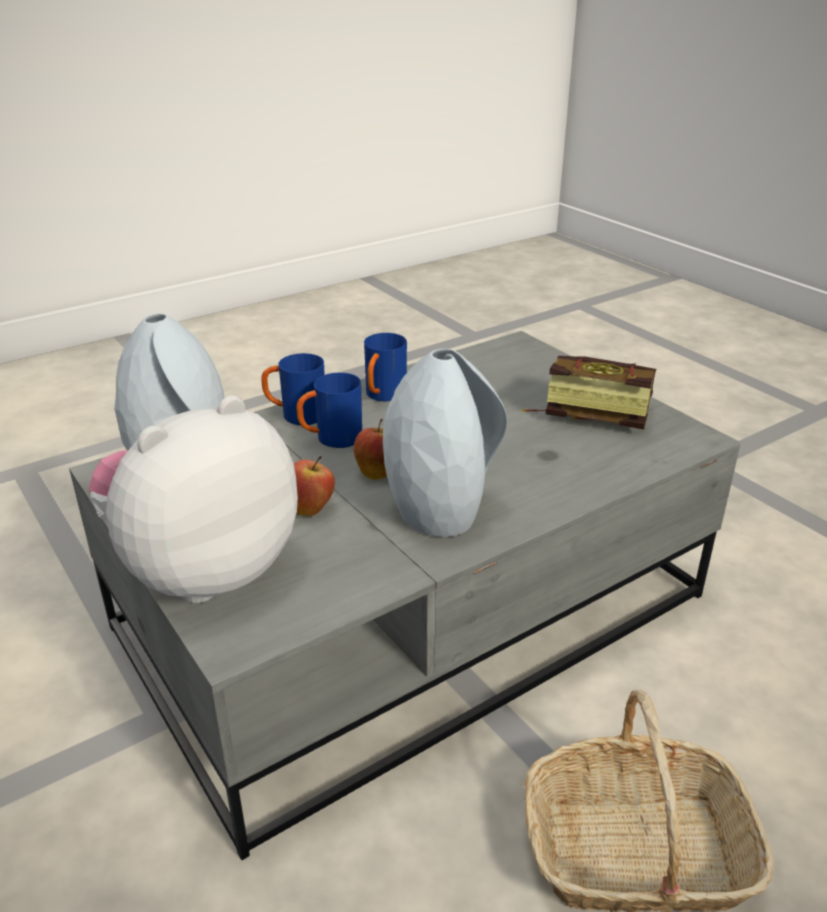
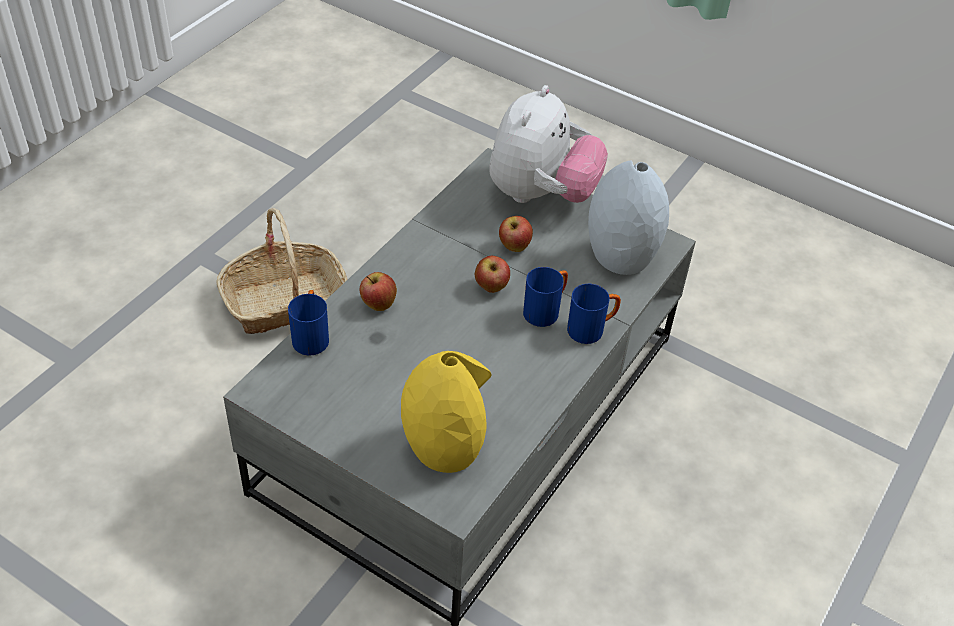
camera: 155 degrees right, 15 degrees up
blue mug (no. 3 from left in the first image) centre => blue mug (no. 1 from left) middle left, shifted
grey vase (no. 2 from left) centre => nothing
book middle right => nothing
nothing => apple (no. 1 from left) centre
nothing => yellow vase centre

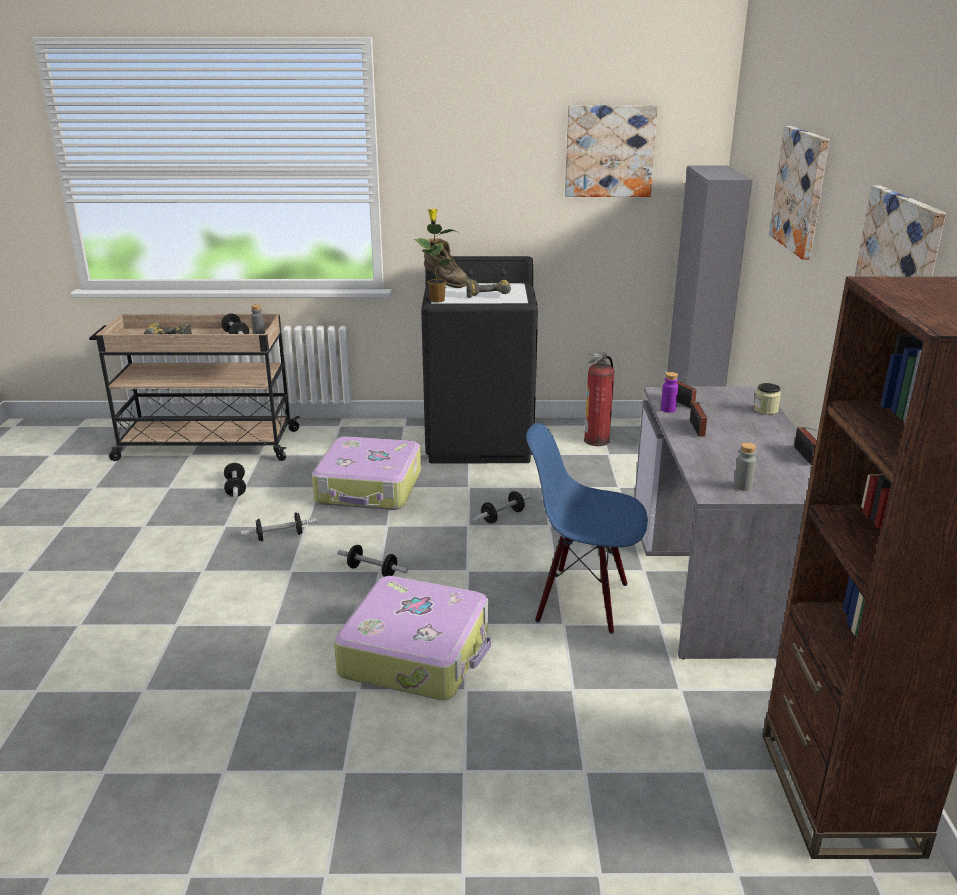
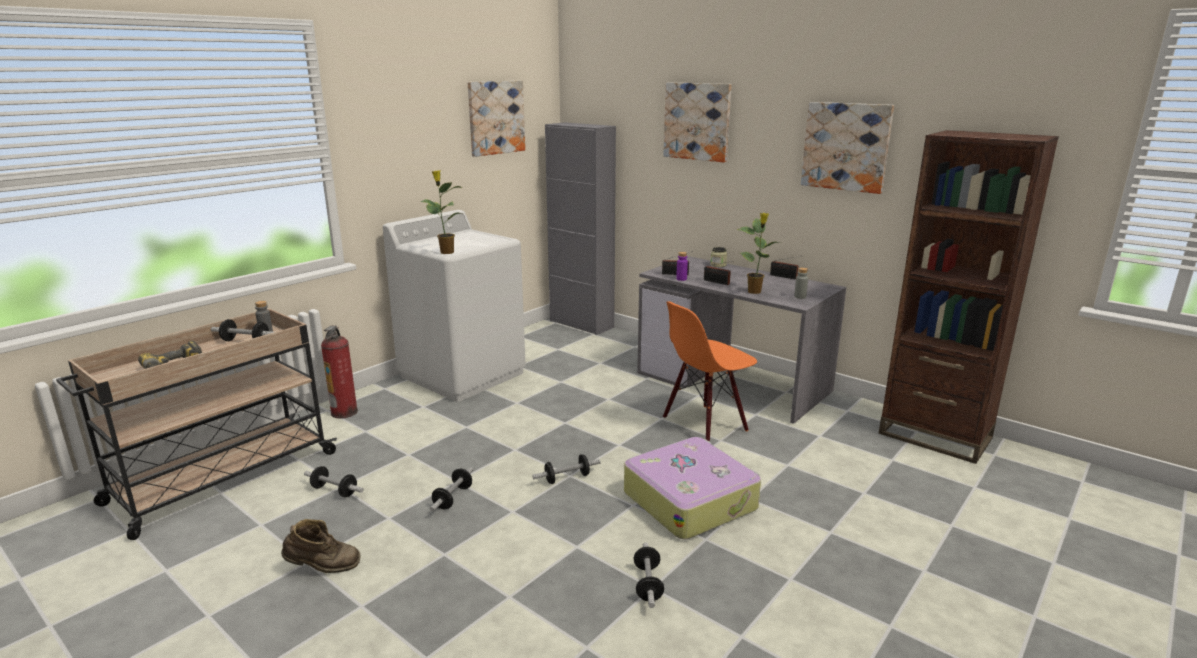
camera: 50 degrees left, 5 degrees down
suitcase (no. 1 from left) centre => nothing
black washing machine centre => white washing machine centre
brown boot top centre => brown boot bottom left, shifted
power drill (no. 2 from left) top centre => nothing
dumbbell (no. 5 from left) centre => dumbbell (no. 5 from left) bottom centre, shifted
blue chair centre => orange chair centre
fire extinguisher centre => fire extinguisher middle left, shifted
nothing => potted plant (no. 2 from left) centre

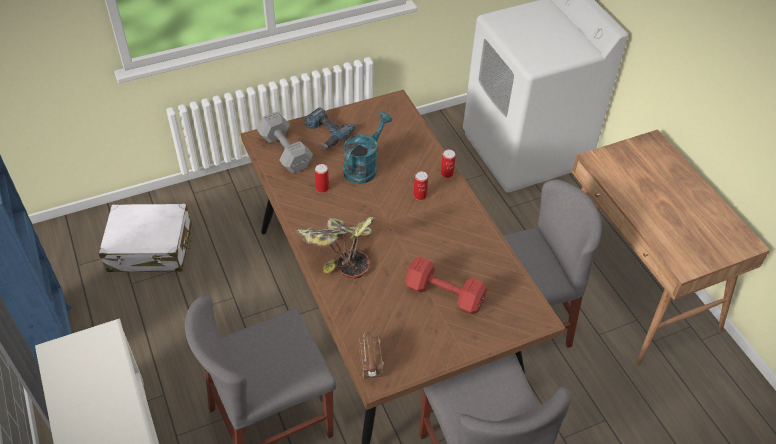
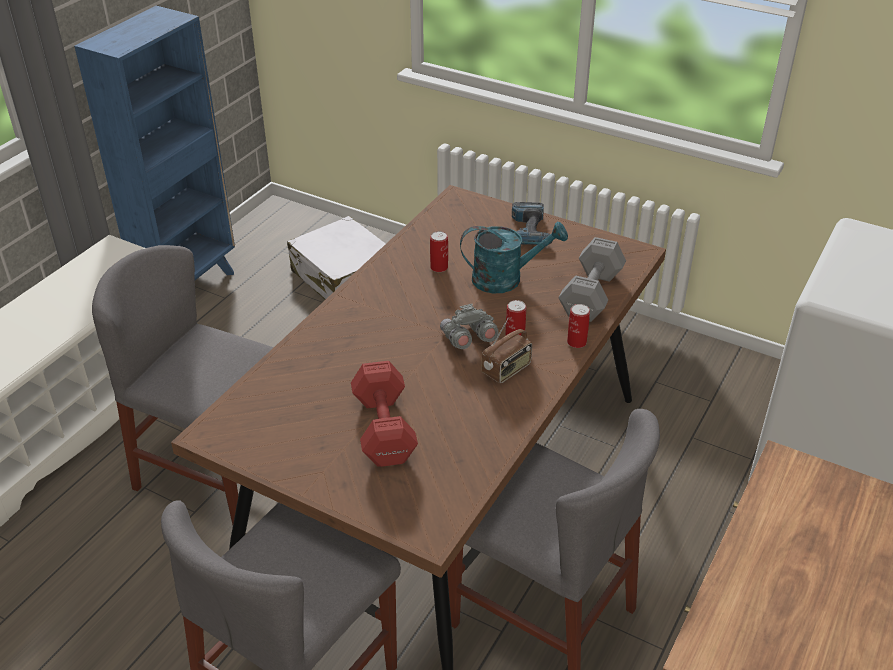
camera: 55 degrees right, 10 degrees down
grey dumbbell top centre => grey dumbbell centre, shifted
potted plant centre => nothing
radio bottom centre => radio centre, shifted
nothing => grey binoculars centre

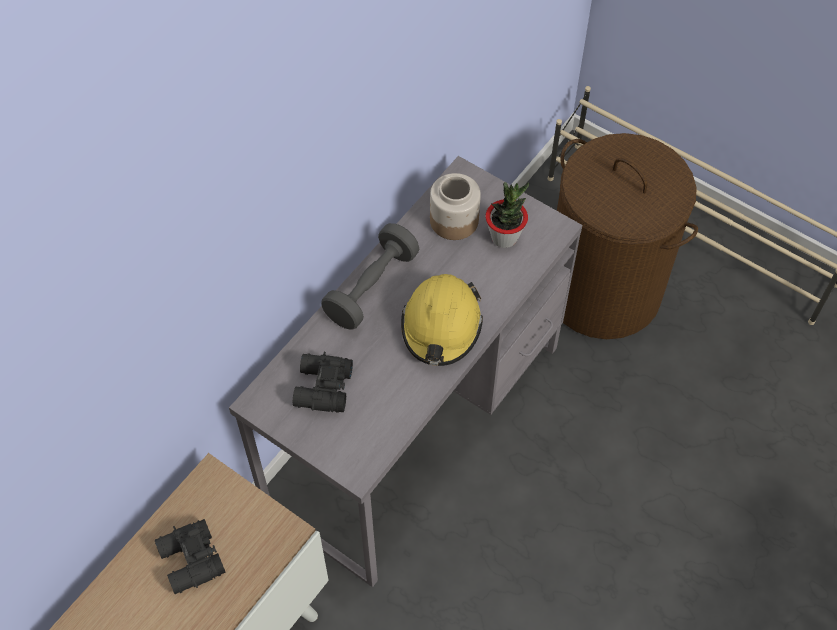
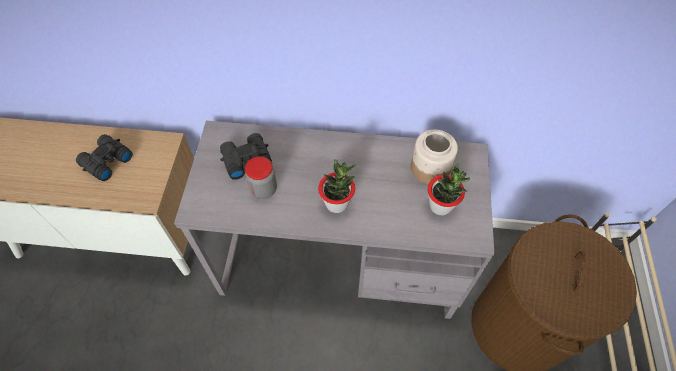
camera: 60 degrees right, 0 degrees up
grey dumbbell centre => nothing
yellow hard hat centre => potted plant (no. 1 from left) centre
nothing => jar (no. 1 from left) centre

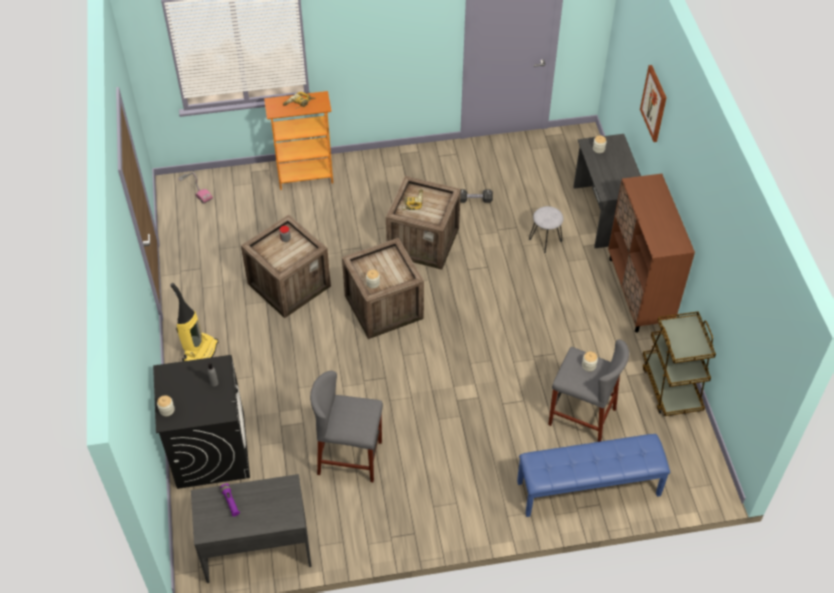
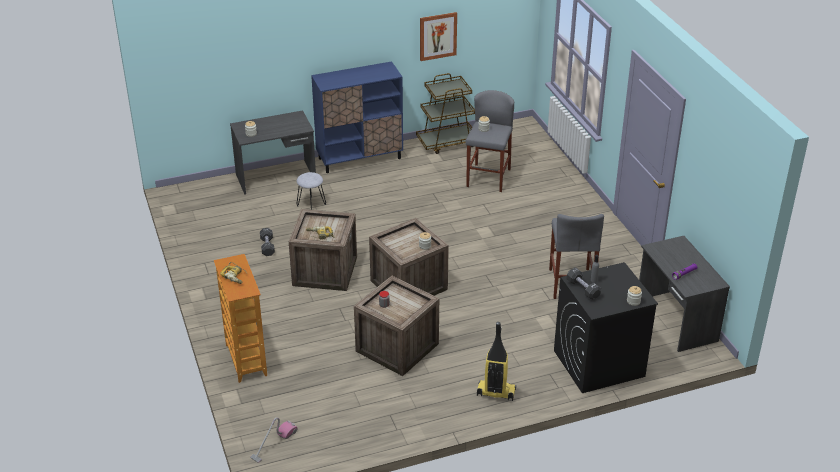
camera: 100 degrees left, 15 degrees down
blue bench bottom right => nothing
brown cabinet middle right => blue cabinet top centre
picture top right => picture top centre, shifted
nothing => black dumbbell (no. 2 from left) middle right

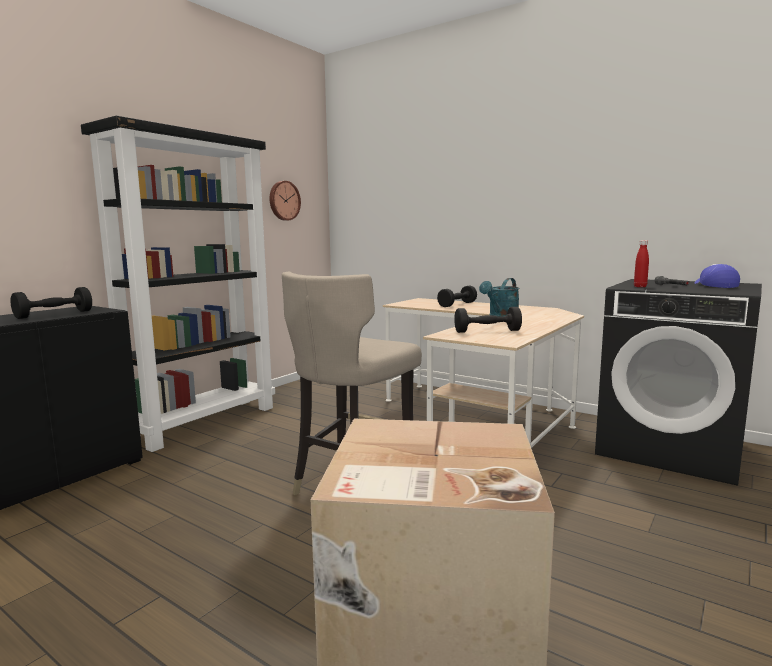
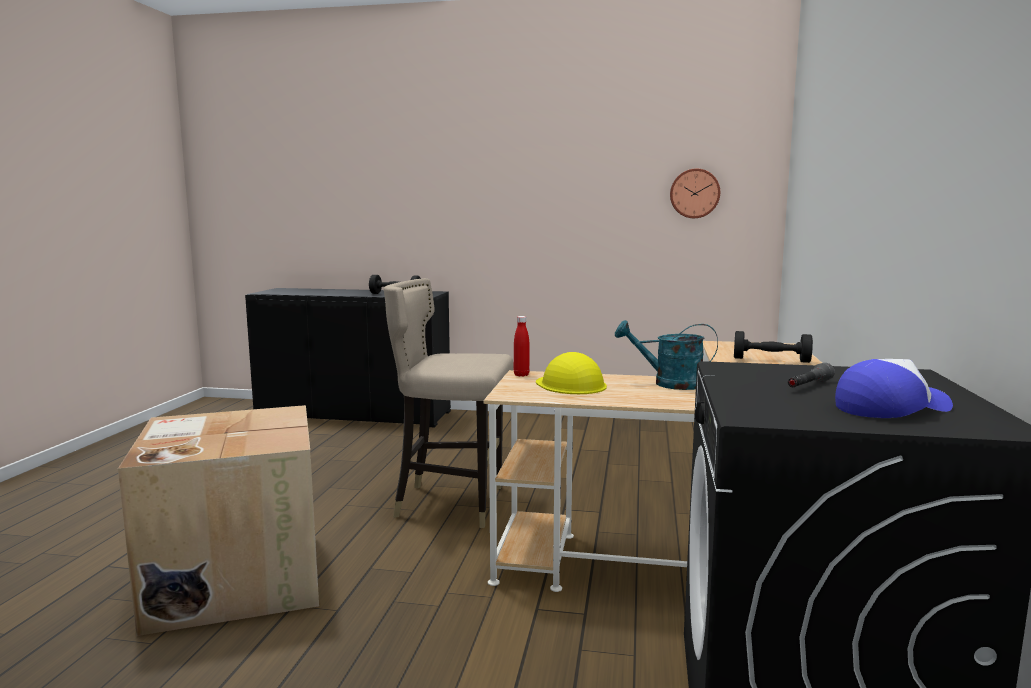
camera: 65 degrees right, 0 degrees up
black bookcase middle left => nothing
black dumbbell (no. 3 from left) centre => yellow hard hat centre
red bottle middle right => red bottle centre, shifted

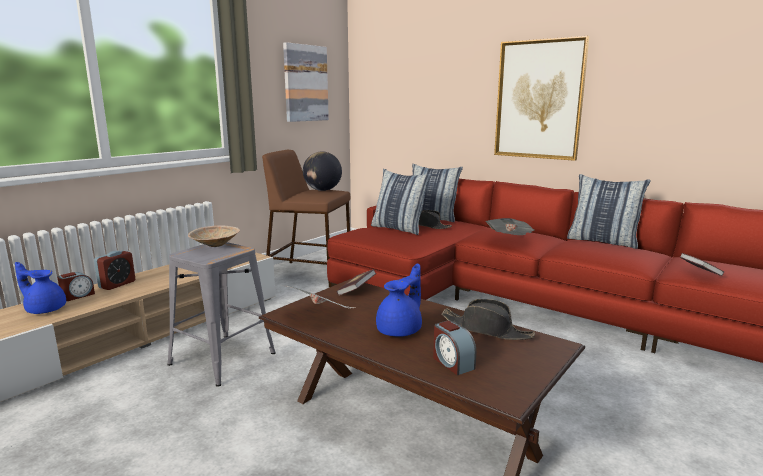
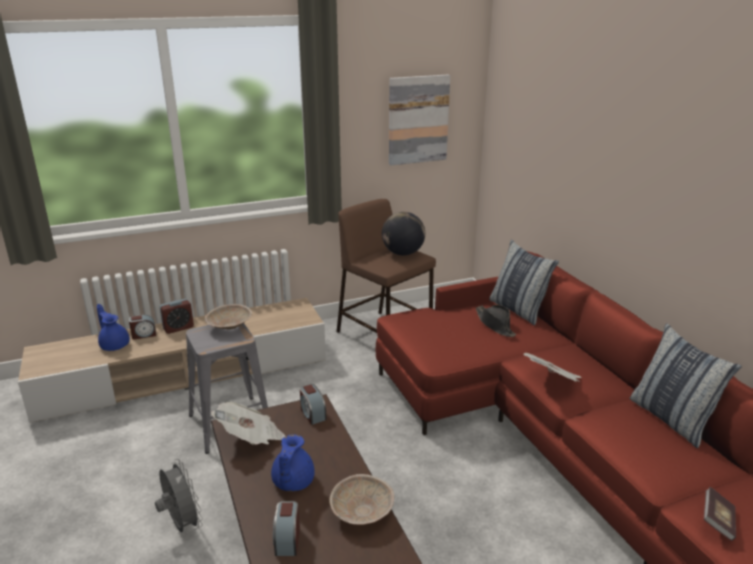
camera: 30 degrees right, 10 degrees up
book (no. 1 from left) centre => alarm clock (no. 4 from left) bottom centre
pillow (no. 1 from left) centre => nothing
blue teapot (no. 2 from left) centre => blue teapot (no. 2 from left) bottom centre, 120 degrees clockwise
black hat (no. 2 from left) bottom centre => beige bowl (no. 2 from left) bottom centre
picture (no. 2 from left) top right => nothing
nothing => grey fan bottom left

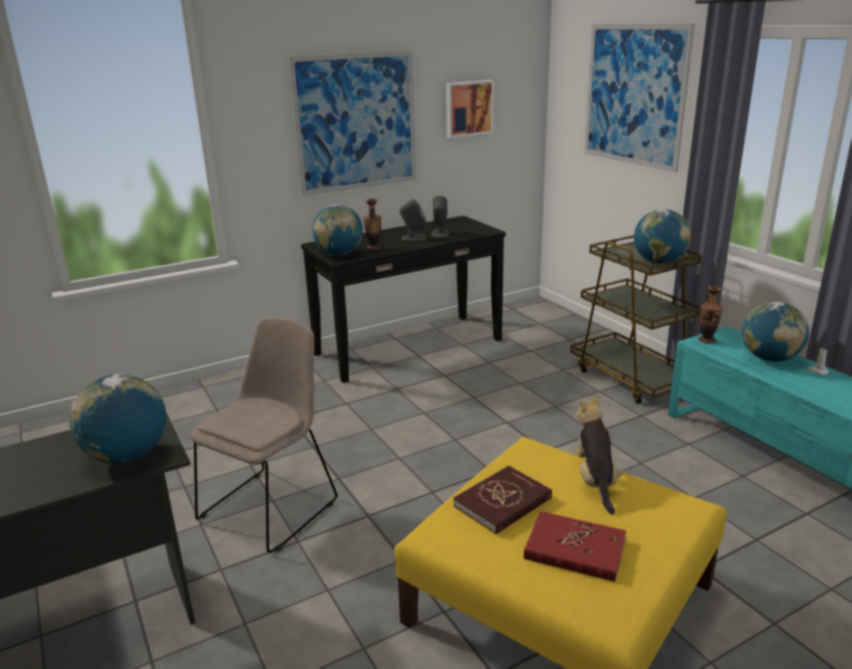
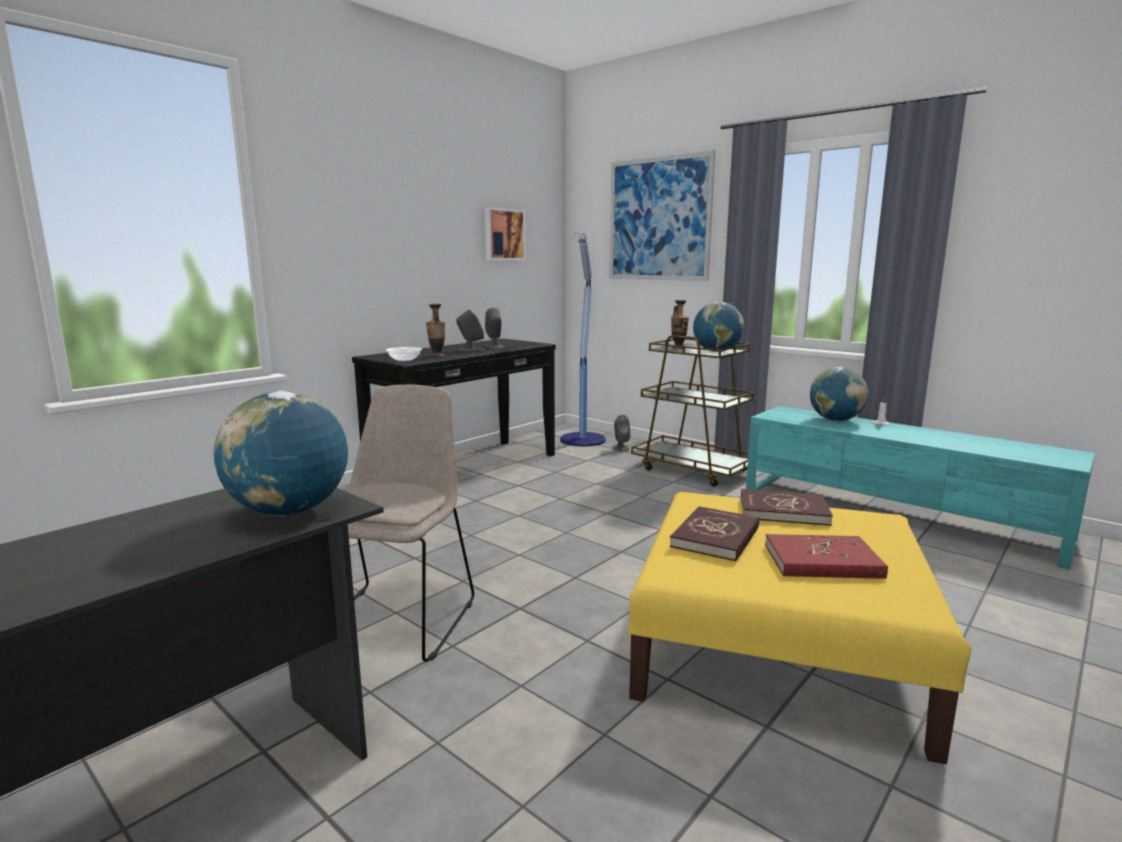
camera: 20 degrees left, 10 degrees down
picture (no. 1 from left) top centre => nothing
globe (no. 2 from left) centre => bowl centre
plush toy bottom right => red book (no. 2 from left) middle right
vase (no. 2 from left) middle right => vase (no. 2 from left) centre, shifted
nothing => floor lamp centre
nothing => grey speaker (no. 3 from left) centre

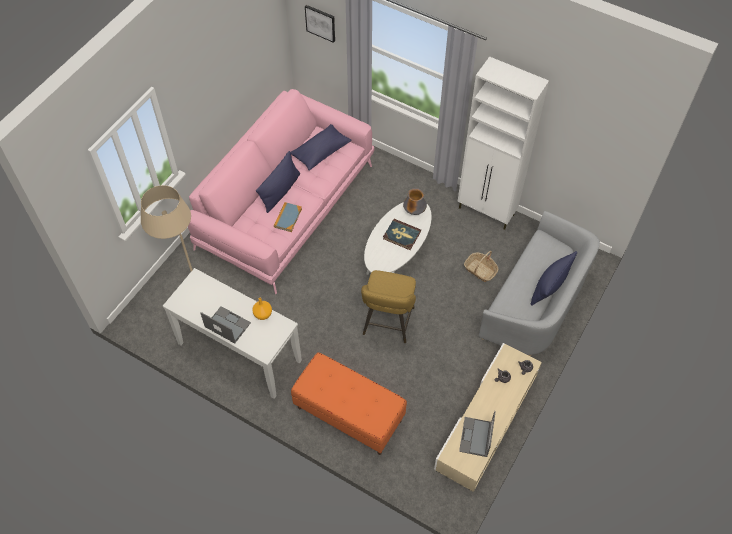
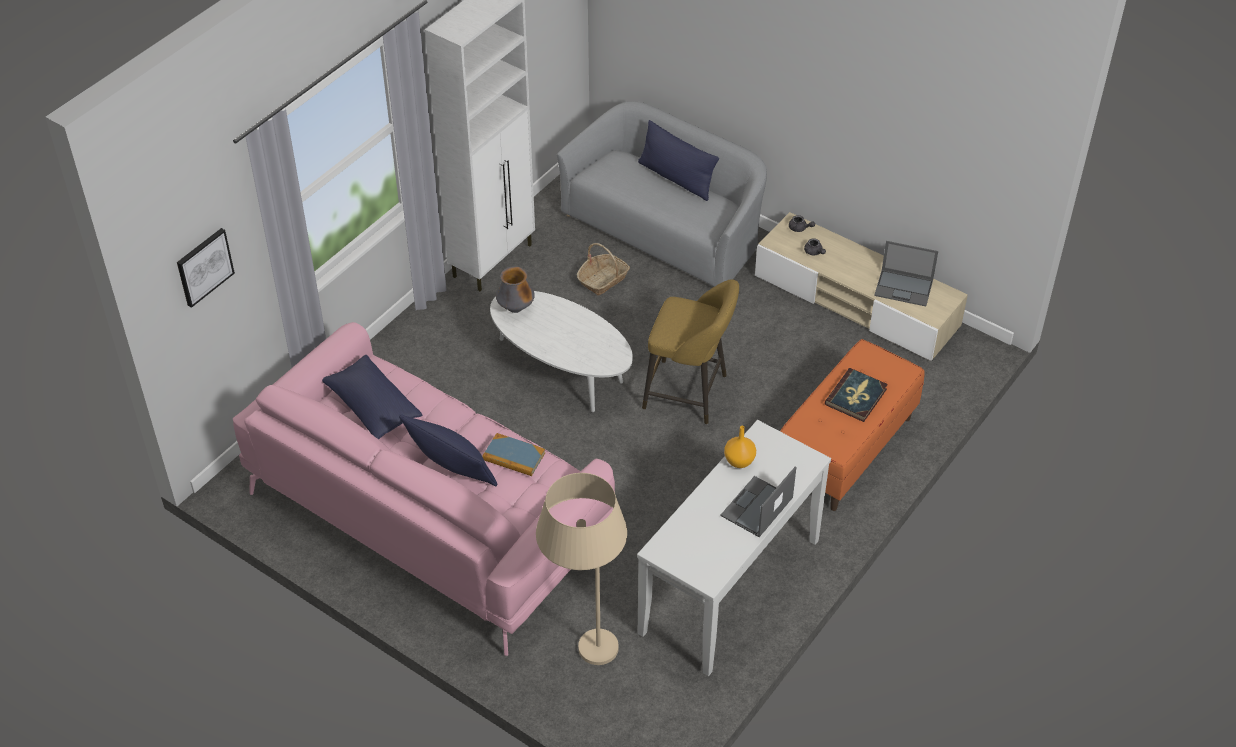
camera: 85 degrees left, 10 degrees down
book (no. 2 from left) centre => book (no. 2 from left) middle right, shifted

